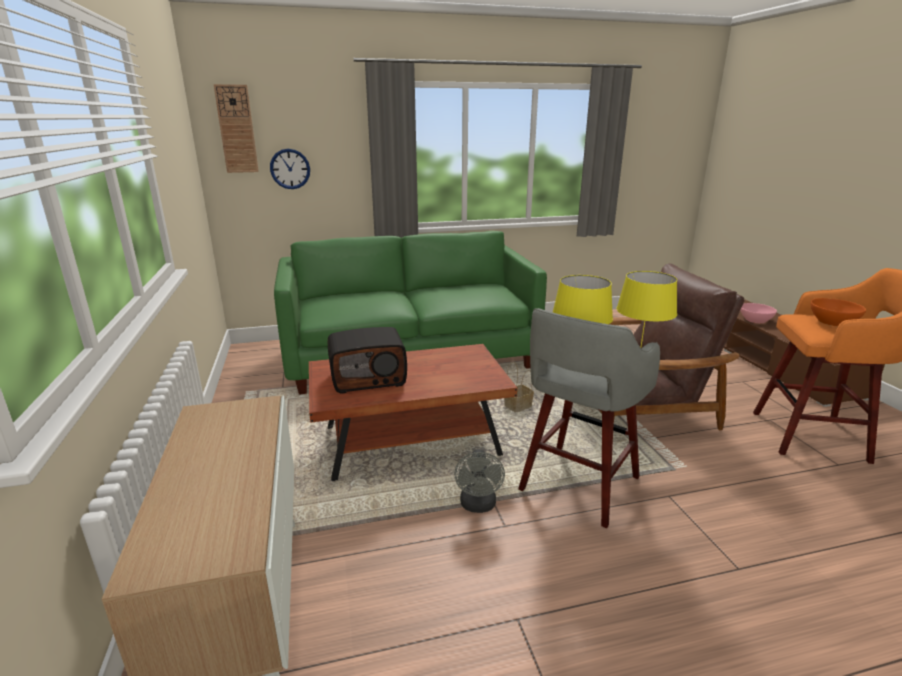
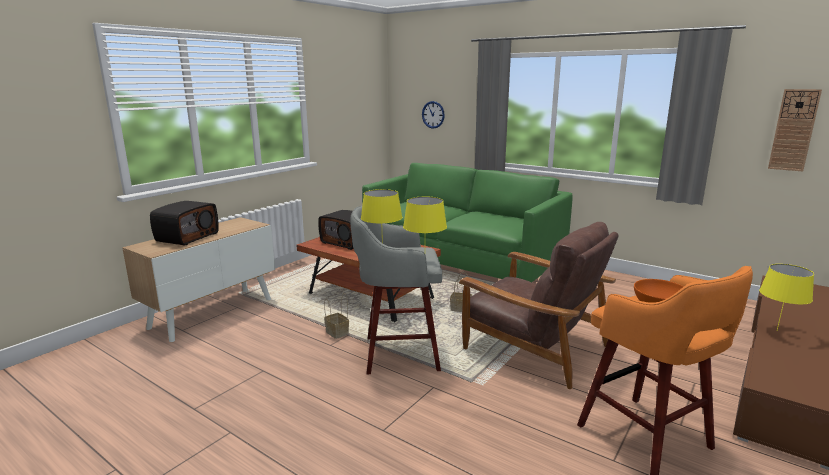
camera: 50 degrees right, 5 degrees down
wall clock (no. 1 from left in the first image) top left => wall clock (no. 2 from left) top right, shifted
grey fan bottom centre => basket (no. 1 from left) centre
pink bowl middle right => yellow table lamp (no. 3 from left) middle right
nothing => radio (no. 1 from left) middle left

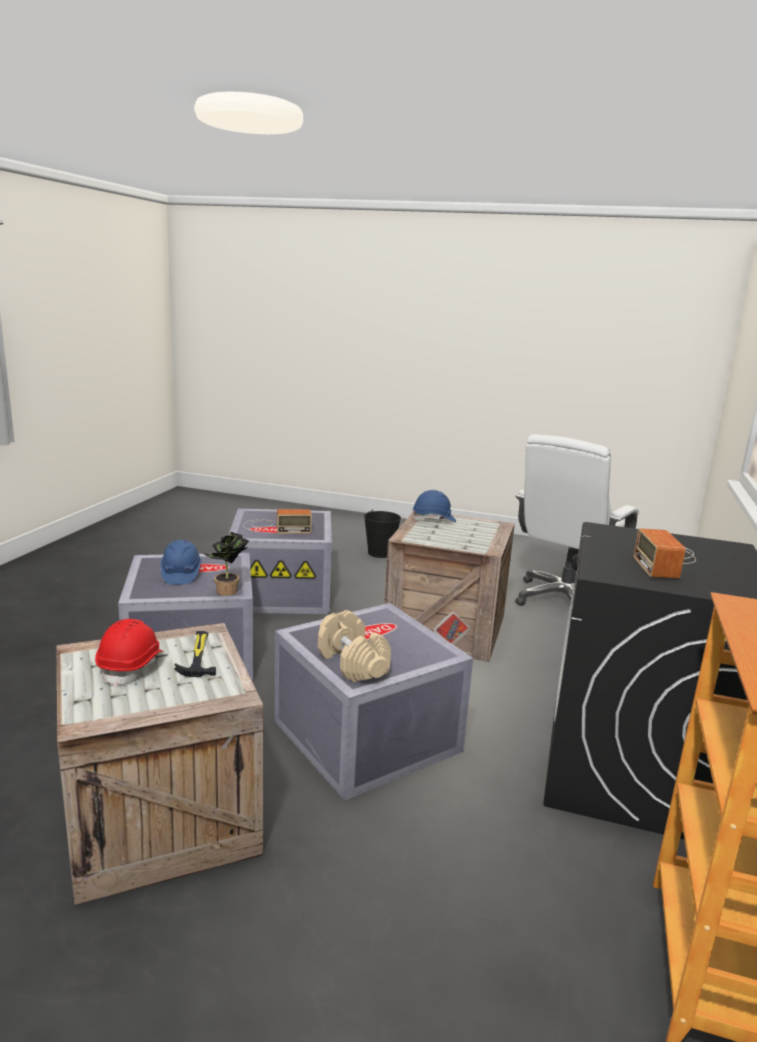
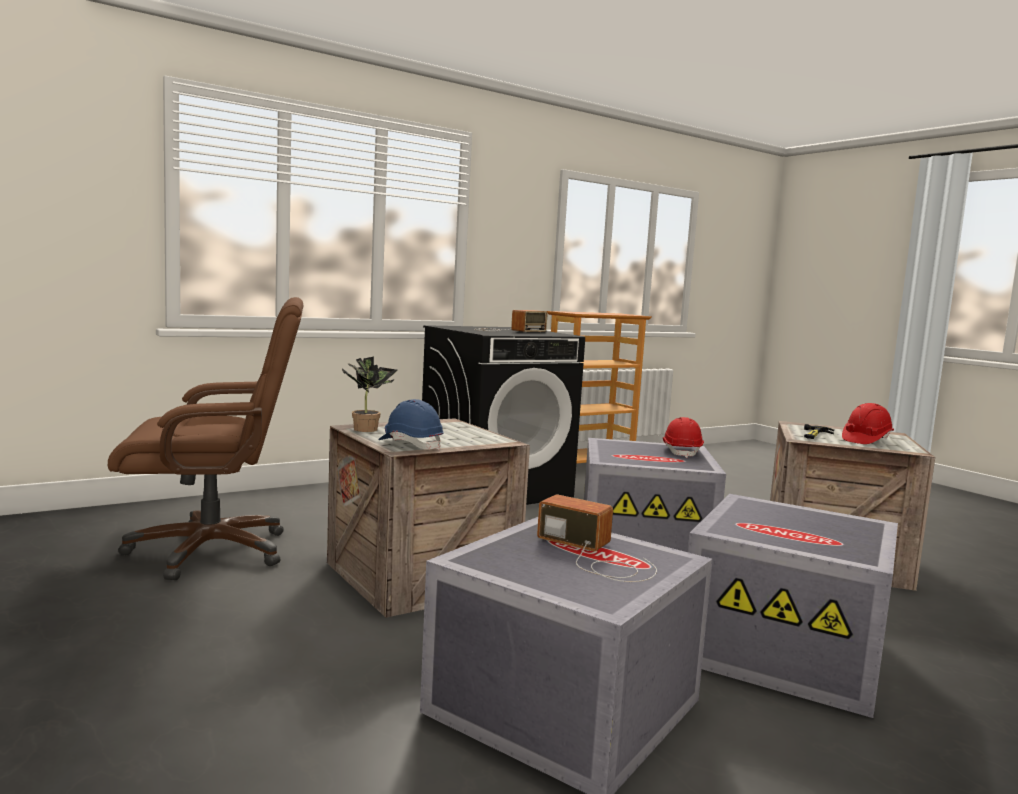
camera: 140 degrees left, 10 degrees down
blue hard hat (no. 1 from left) middle left => nothing
potted plant middle left => potted plant centre, shifted
beige dumbbell centre => red hard hat (no. 1 from left) middle right
black bucket centre => nothing
white office chair middle right => brown office chair middle left

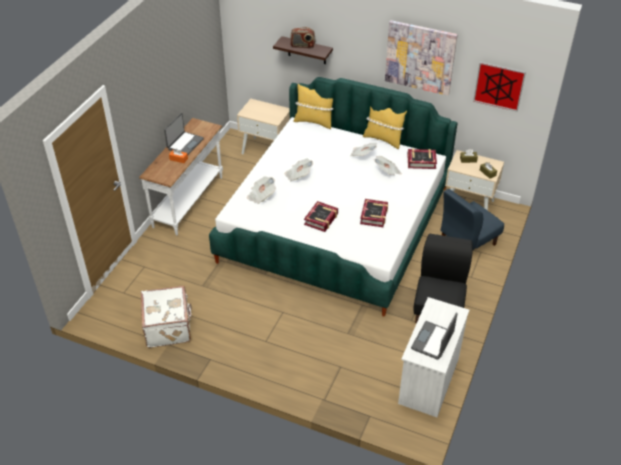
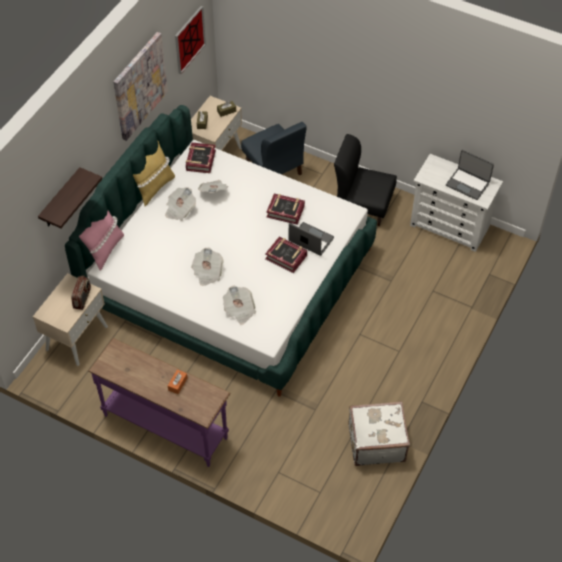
camera: 85 degrees left, 10 degrees up
white console table middle left => purple console table bottom left
laptop (no. 1 from left) top left => laptop (no. 1 from left) centre, shifted
radio top centre => radio middle left, shifted
yellow pillow (no. 1 from left) top centre => pink pillow middle left

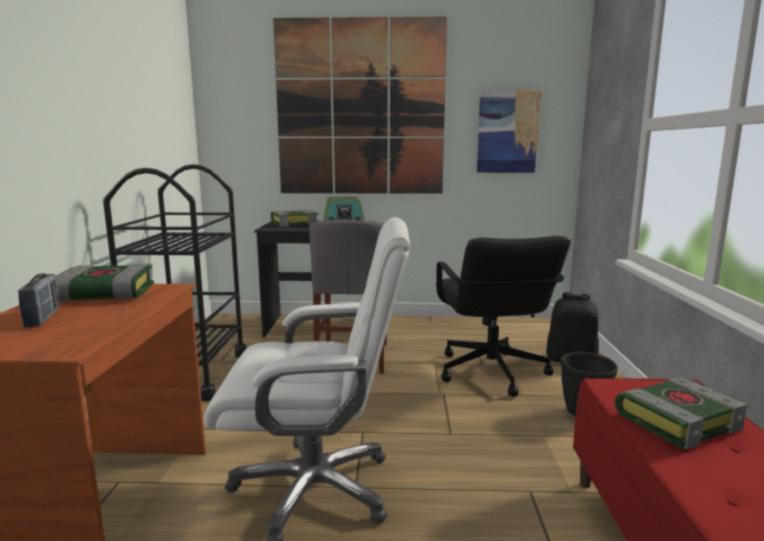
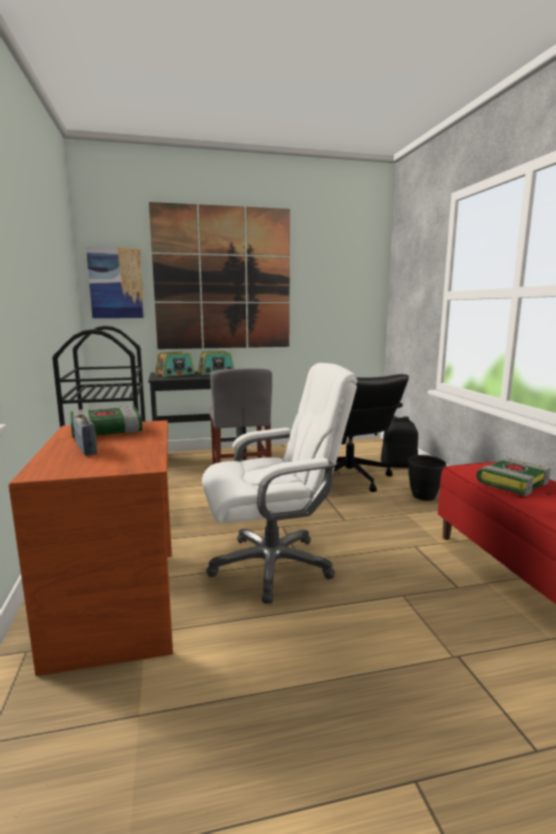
camera: 15 degrees left, 0 degrees up
book (no. 2 from left) centre => radio (no. 2 from left) middle left
picture (no. 2 from left in the first image) top centre => picture (no. 1 from left) middle left, shifted

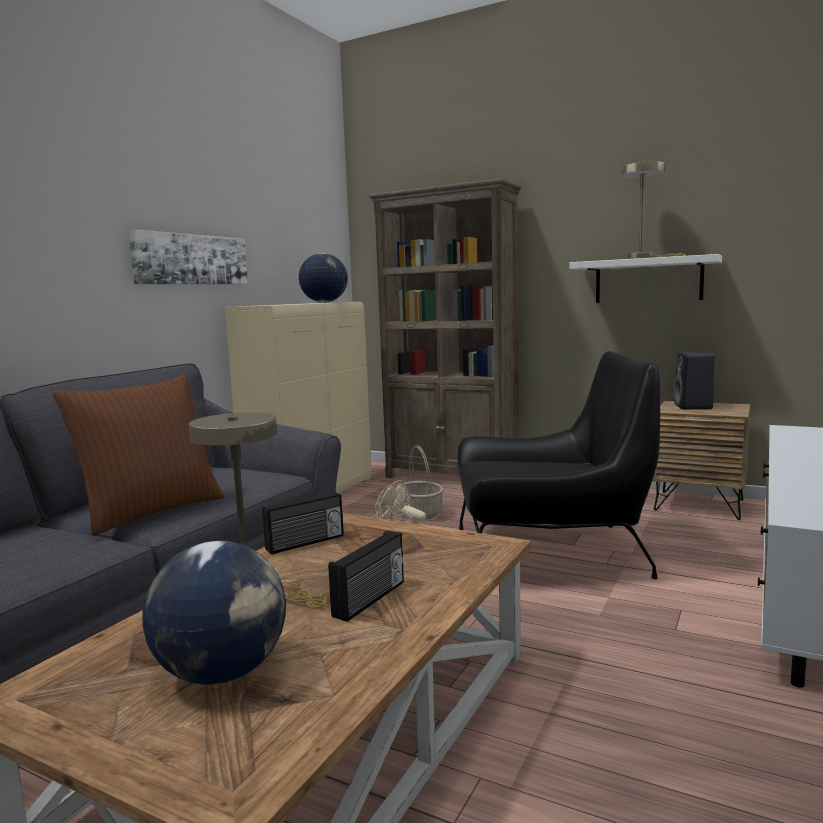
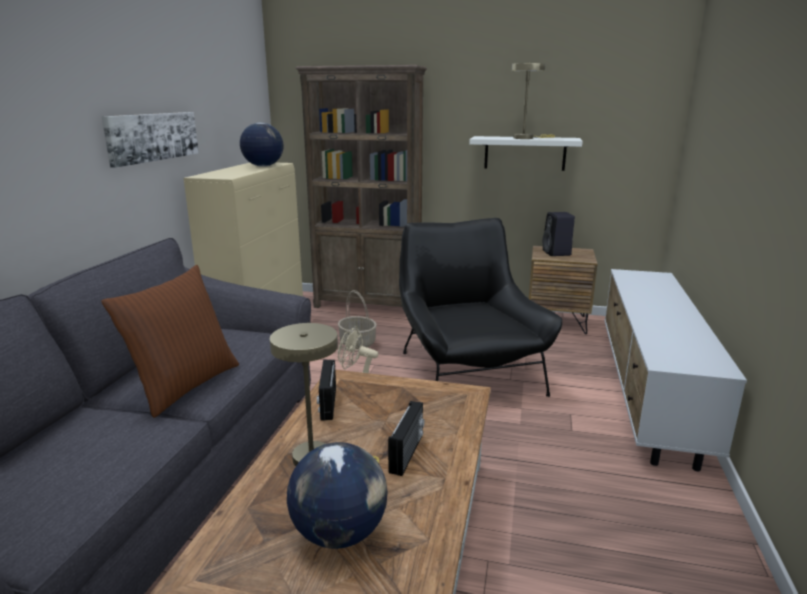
camera: 15 degrees left, 10 degrees up
radio (no. 1 from left) centre, 135 degrees clockwise
black armchair middle right => black armchair centre, 90 degrees counterclockwise

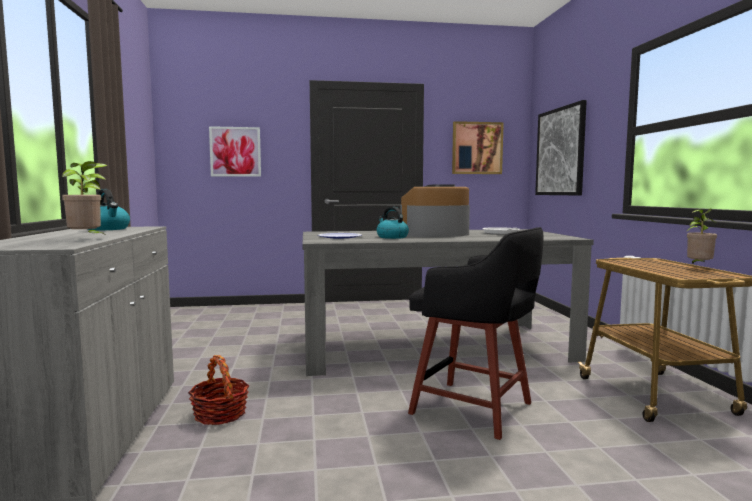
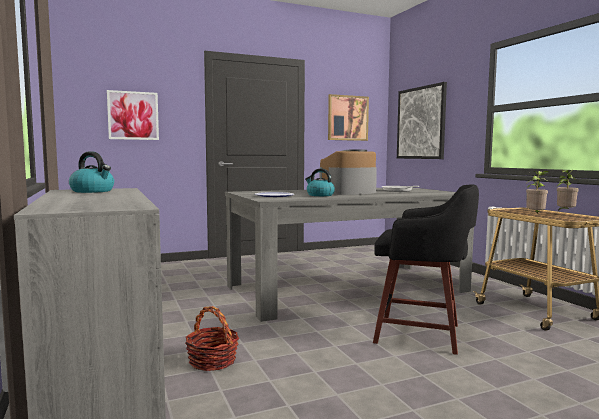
camera: 15 degrees left, 0 degrees up
potted plant (no. 1 from left) middle left => potted plant (no. 1 from left) middle right, shifted

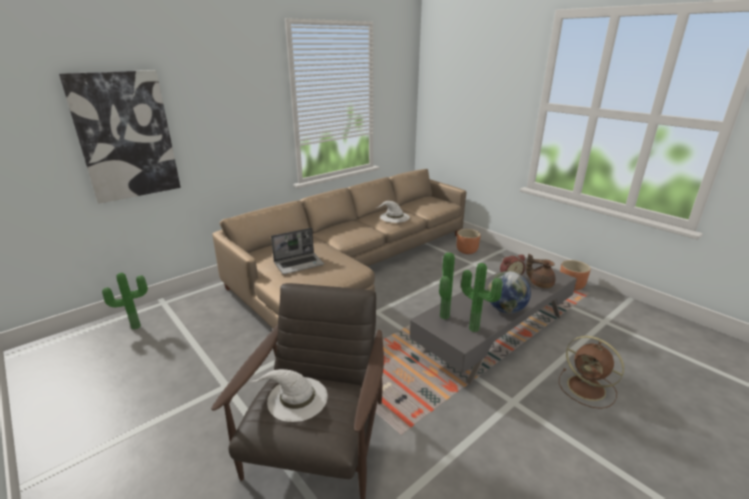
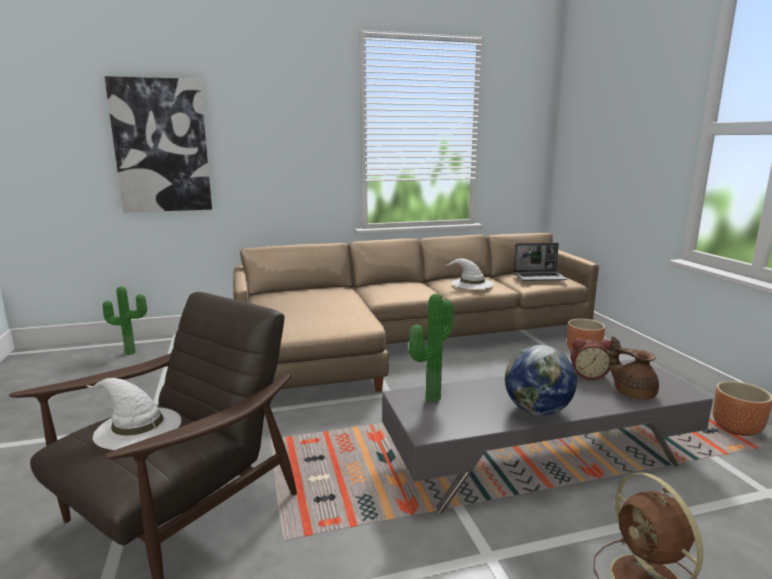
camera: 25 degrees right, 10 degrees down
laptop centre => laptop middle right, shifted
potted plant (no. 3 from left) centre => nothing

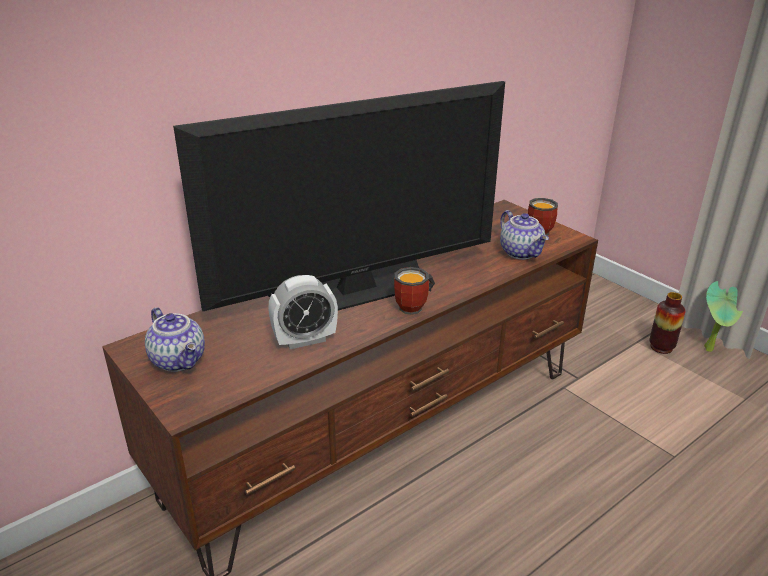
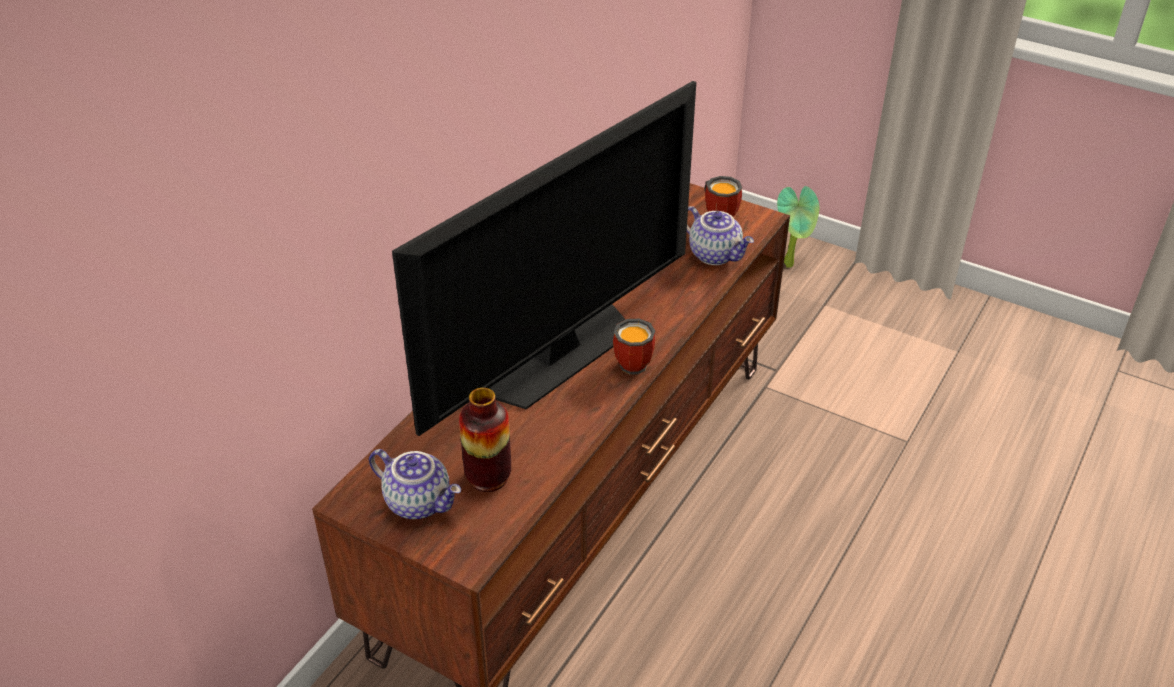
camera: 20 degrees left, 10 degrees up
alarm clock centre => nothing
vase middle right => vase centre, shifted
potted plant middle right => potted plant top right, shifted

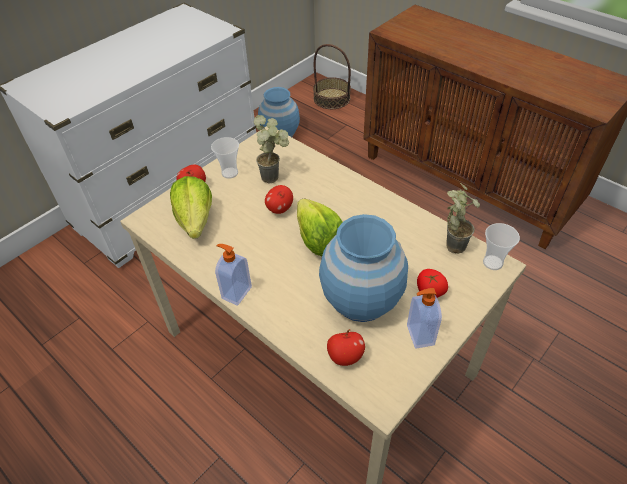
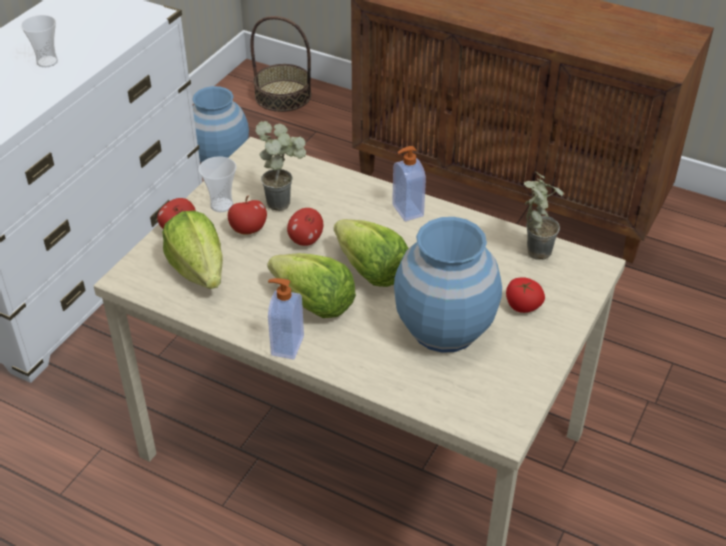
camera: 15 degrees left, 5 degrees down
apple (no. 3 from left in the first image) bottom centre => apple (no. 2 from left) centre, shifted
soap dispenser (no. 2 from left) middle right => soap dispenser (no. 2 from left) centre, shifted
cup (no. 2 from left in the first image) middle right => cup (no. 1 from left) top left, shifted
nothing => lettuce (no. 2 from left) centre

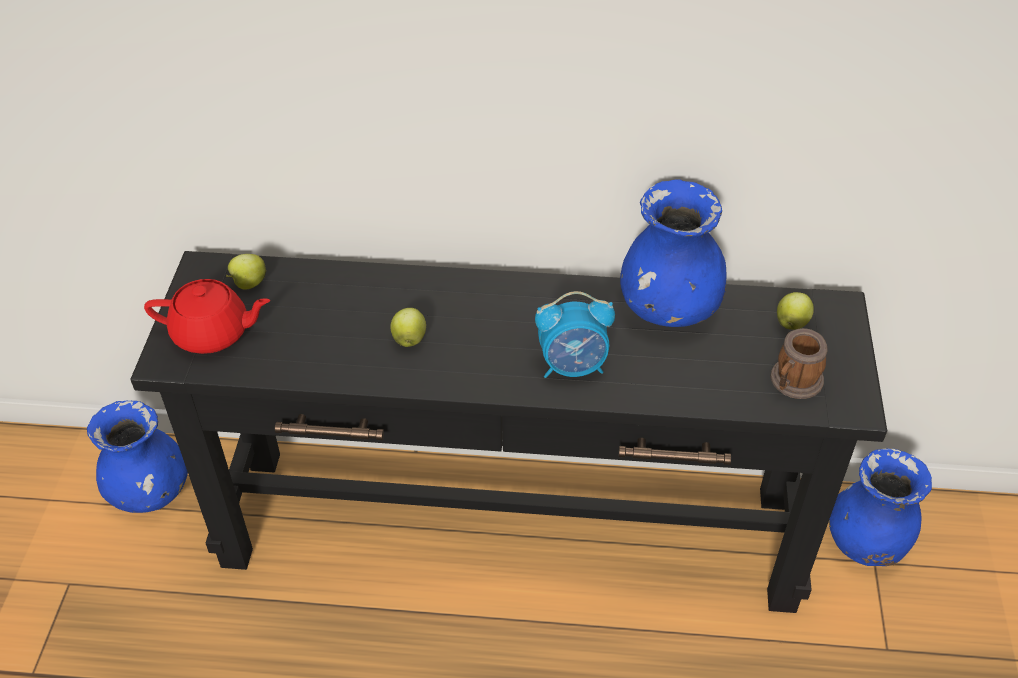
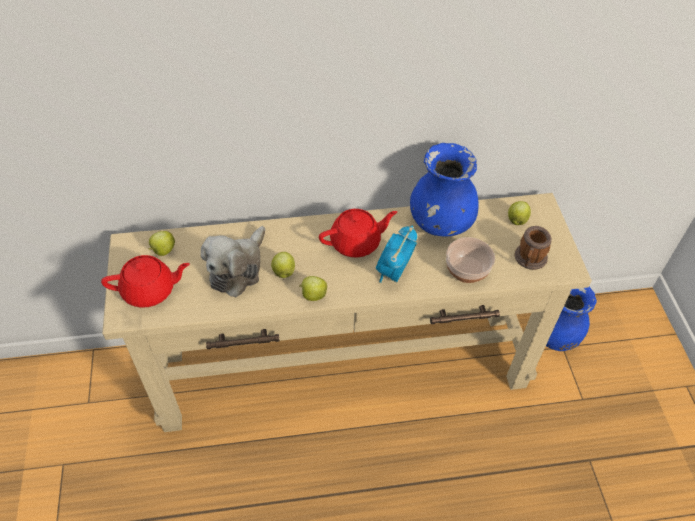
camera: 15 degrees left, 5 degrees up
blue vase (no. 1 from left) bottom left => nothing
black console table centre => beige console table centre
alarm clock centre, 135 degrees clockwise
nothing => plush toy centre
nothing => apple (no. 3 from left) centre
nothing => red teapot (no. 2 from left) centre
nothing => bowl middle right

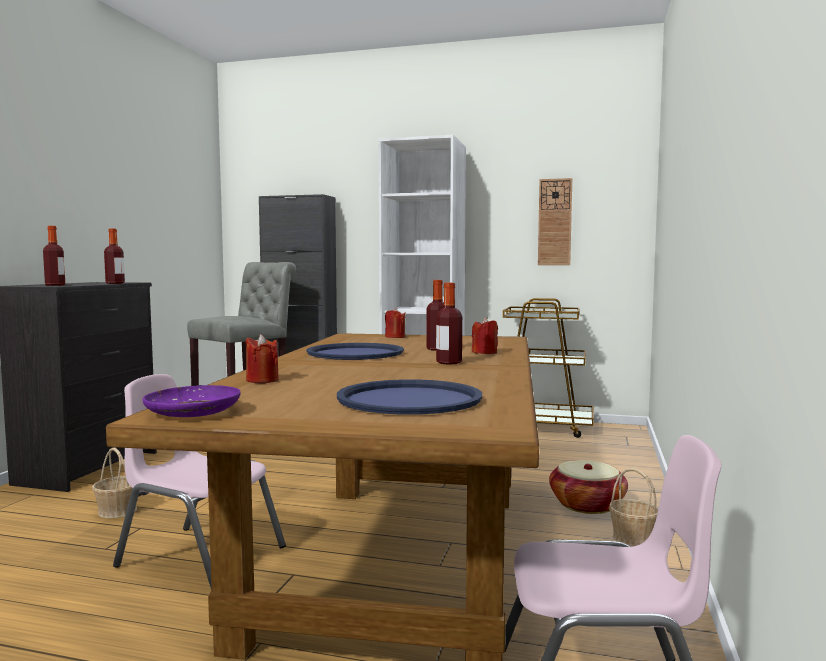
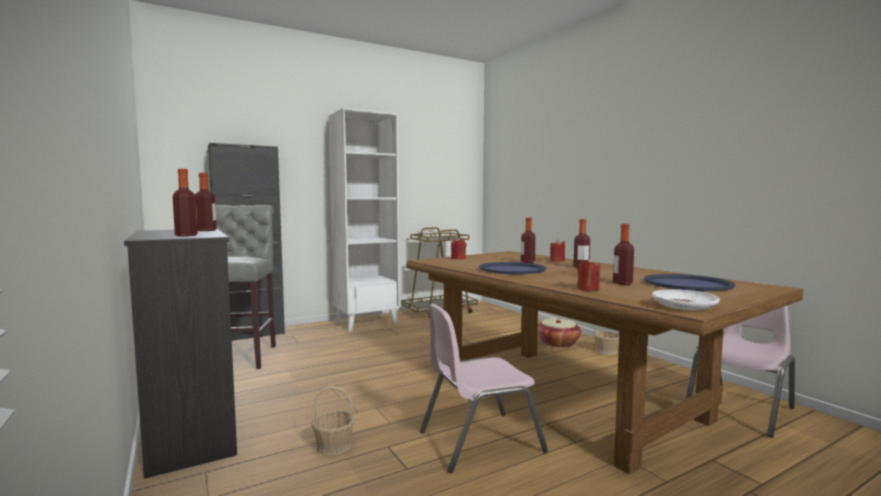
camera: 45 degrees left, 0 degrees up
purple plate middle left => white plate middle right
wall clock middle right => nothing
nothing => bottle (no. 5 from left) middle right

